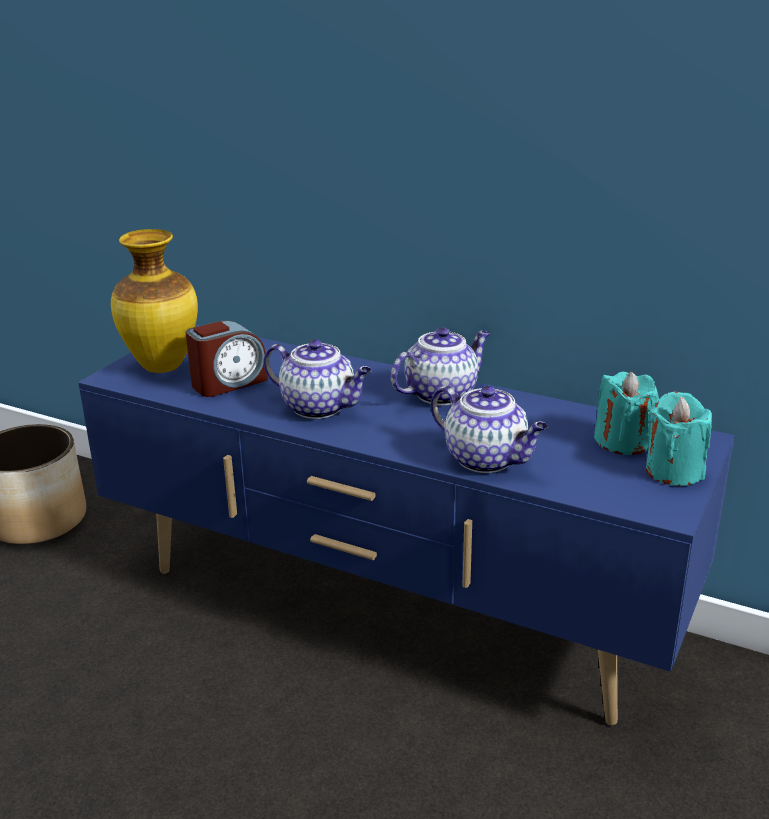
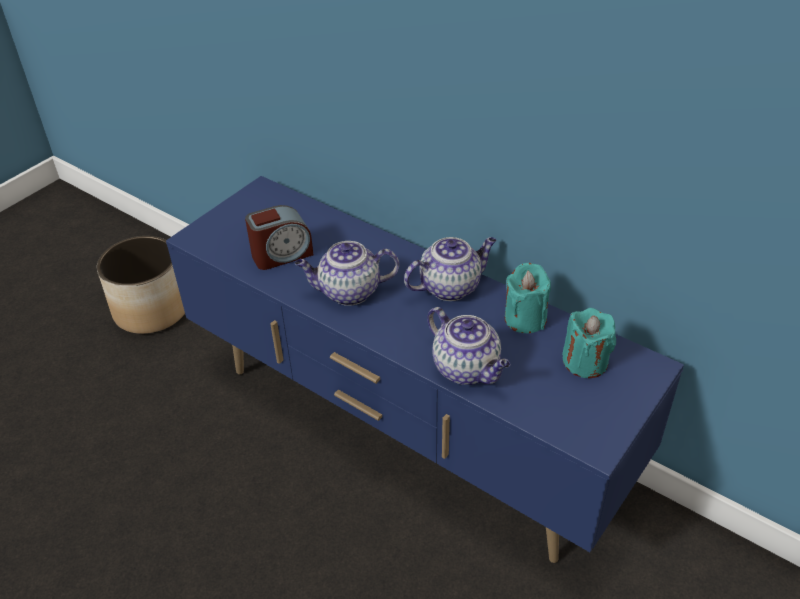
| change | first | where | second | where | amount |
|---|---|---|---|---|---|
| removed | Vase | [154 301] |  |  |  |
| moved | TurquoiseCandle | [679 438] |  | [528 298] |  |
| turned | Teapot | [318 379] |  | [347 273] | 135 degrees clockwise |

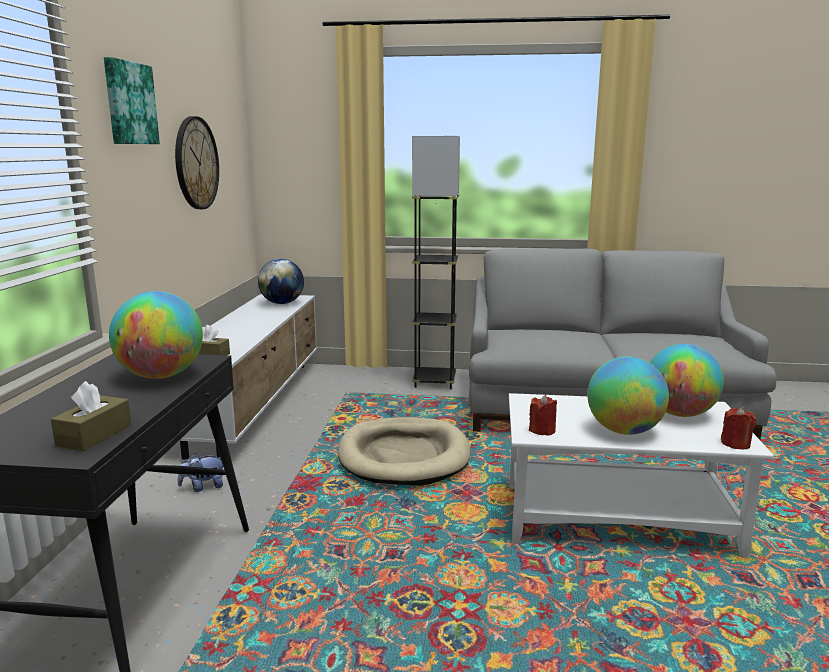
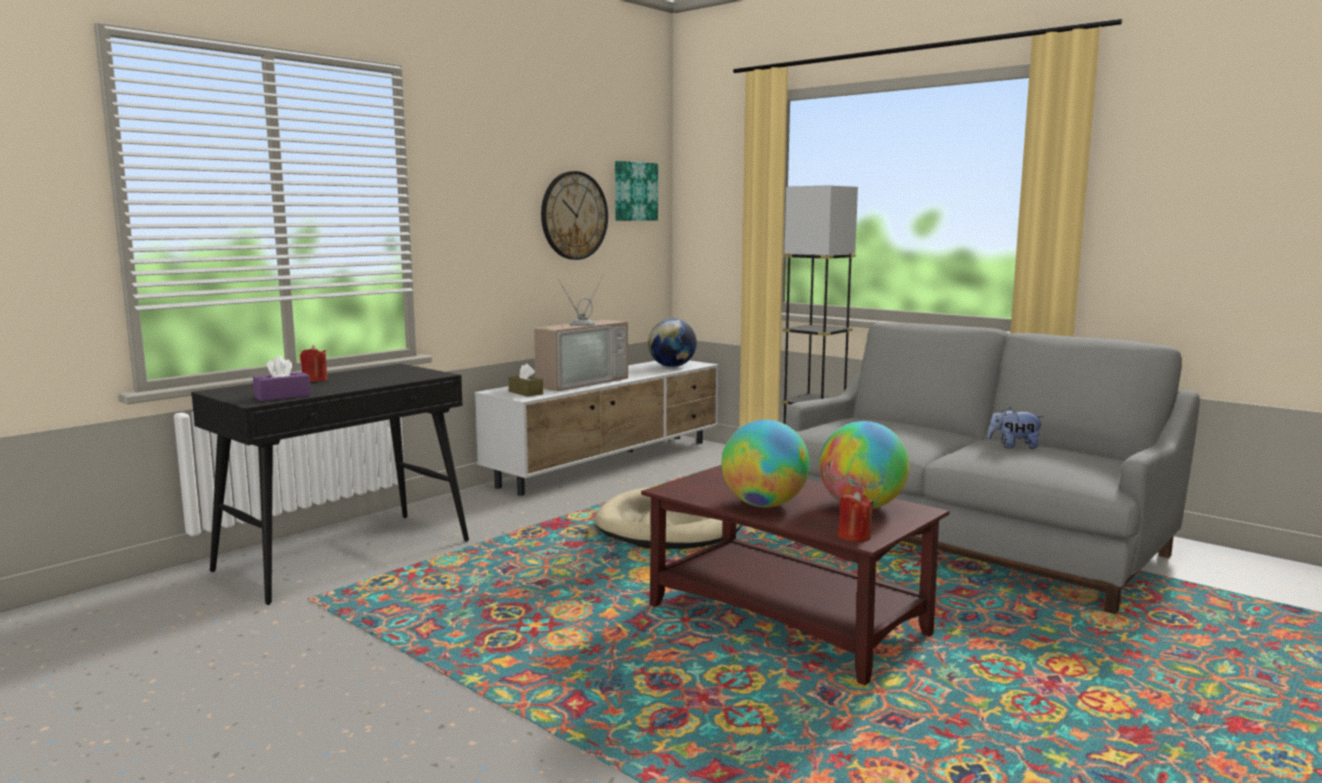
| change | first | where | second | where | amount |
|---|---|---|---|---|---|
| removed | Globe | [156 335] |  |  |  |
| added |  |  | Television | [581 332] |  |
| moved | Picture | [132 100] |  | [636 191] |  |
| moved | PlushToy | [200 472] |  | [1015 428] |  |
| moved | RedCandle | [543 415] |  | [314 363] |  |
| recoloured | BrownTissueBox | [91 416] | PurpleTissueBox | [282 378] |  |
| recoloured | WhiteCoffeeTable | [641 475] | BrownCoffeeTable | [795 575] |  |

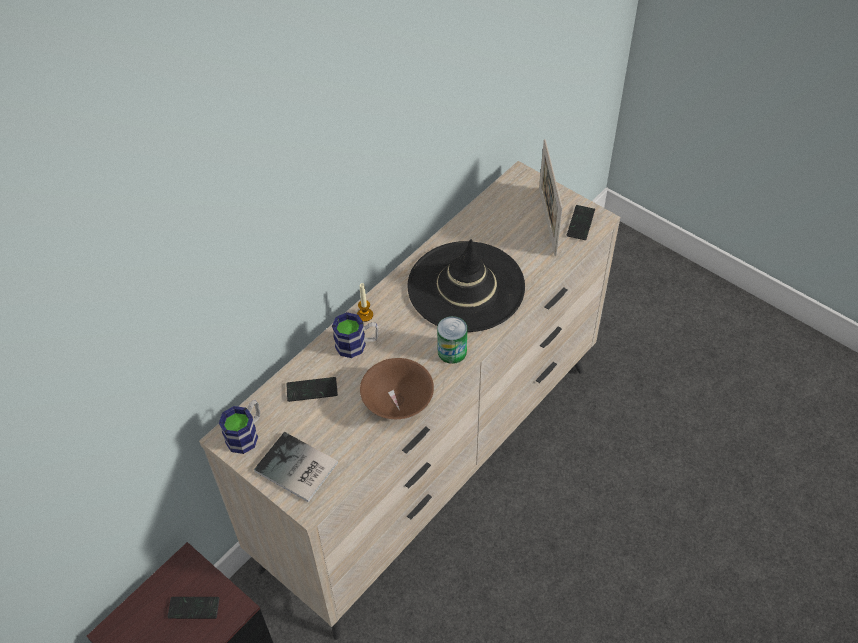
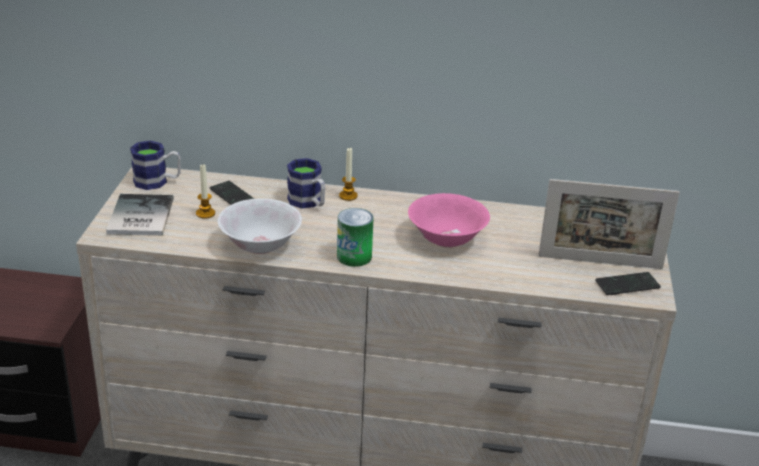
| change | first | where | second | where | amount |
|---|---|---|---|---|---|
| removed | Phone | [193 608] |  |  |  |
| added |  |  | Candle | [205 191] |  |
| replaced | BlackHat | [466 285] | PinkBowl | [449 220] |  |
| recoloured | BrownBowl | [397 388] | WhiteBowl | [260 226] |  |
| turned | PictureFrame | [551 197] |  | [609 224] | 135 degrees counterclockwise |

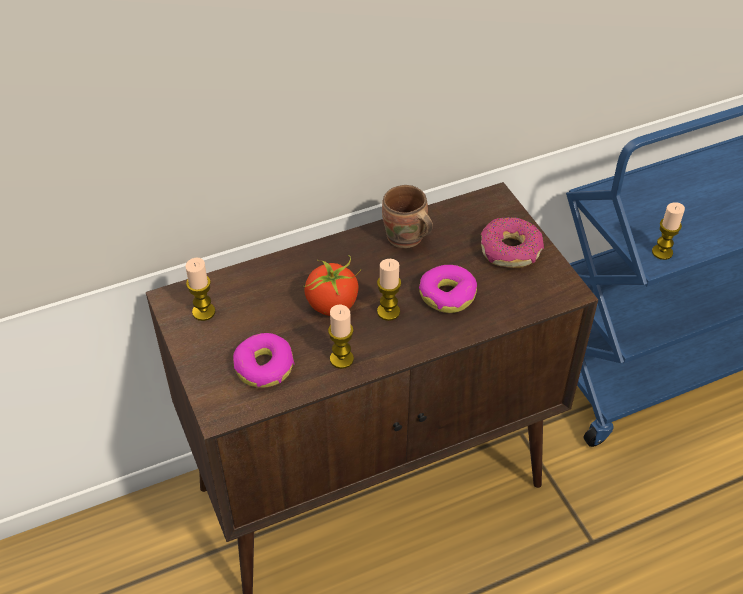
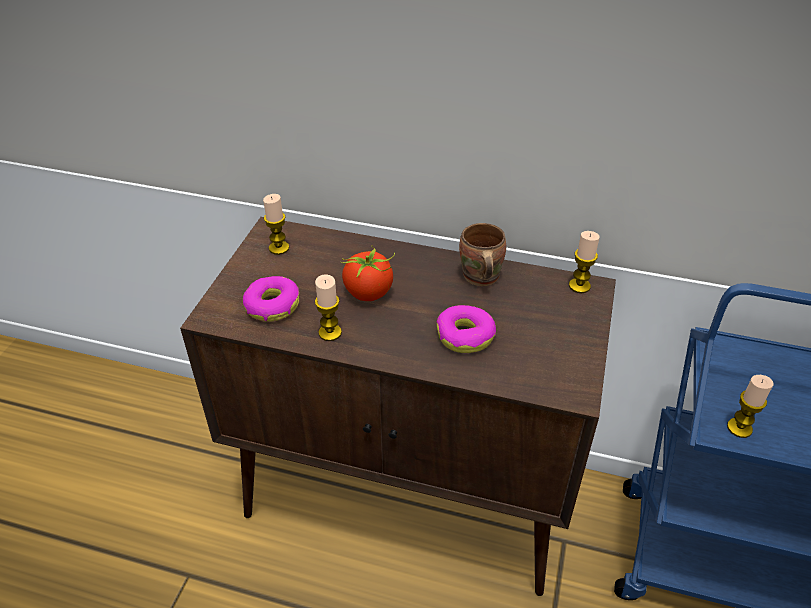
| change | first | where | second | where | amount |
|---|---|---|---|---|---|
| removed | Donut | [512 242] |  |  |  |
| moved | Candle | [389 290] |  | [584 262] |  |

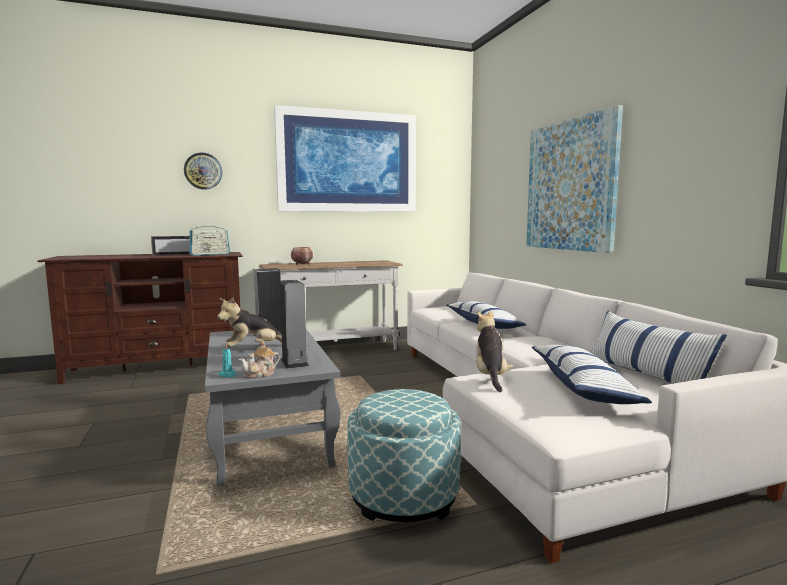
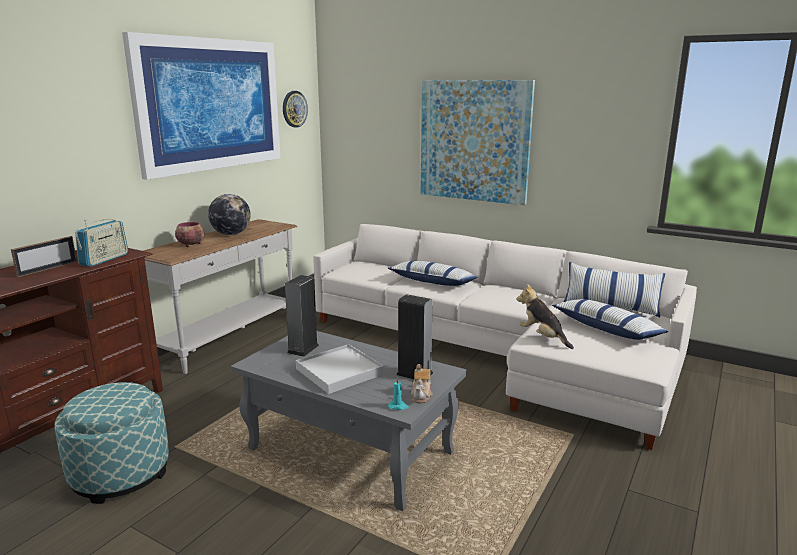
| change | first | where | second | where | amount |
|---|---|---|---|---|---|
| added |  |  | Globe | [229 214] |  |
| moved | WallClock | [203 171] |  | [295 109] |  |
| moved | Ottoman | [404 455] |  | [112 443] |  |
| replaced | PlushToy | [249 322] | WhiteTray | [340 369] |  |

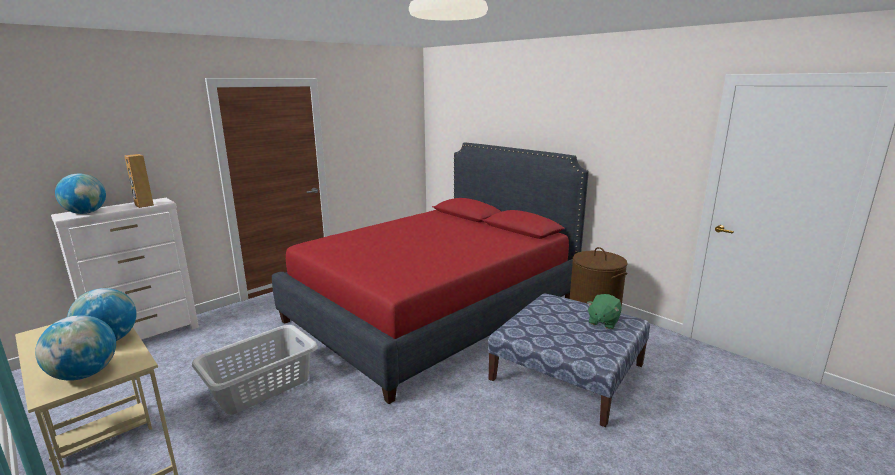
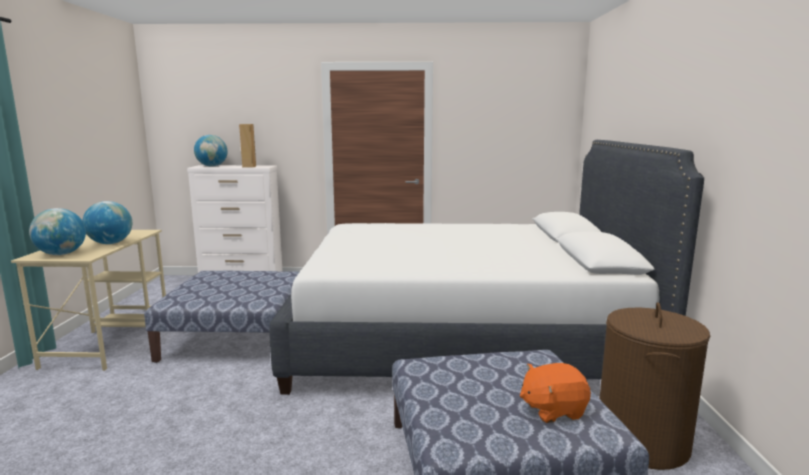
| change | first | where | second | where | amount |
|---|---|---|---|---|---|
| replaced | GreyLaundryBasket | [255 370] | Ottoman | [221 317] |  |
| recoloured | RedBed | [430 273] | WhiteBed | [486 267] |  |
| recoloured | GreenPlushToy | [604 311] | OrangePlushToy | [555 393] |  |

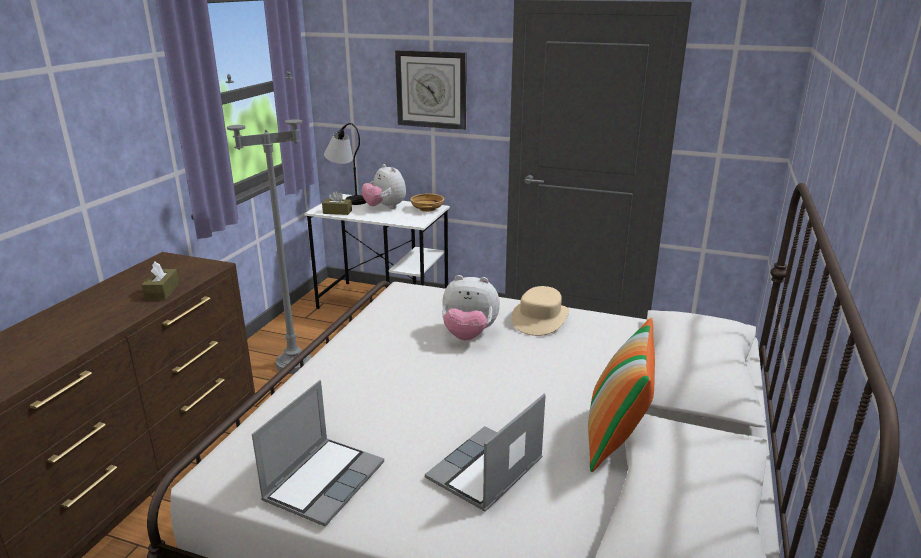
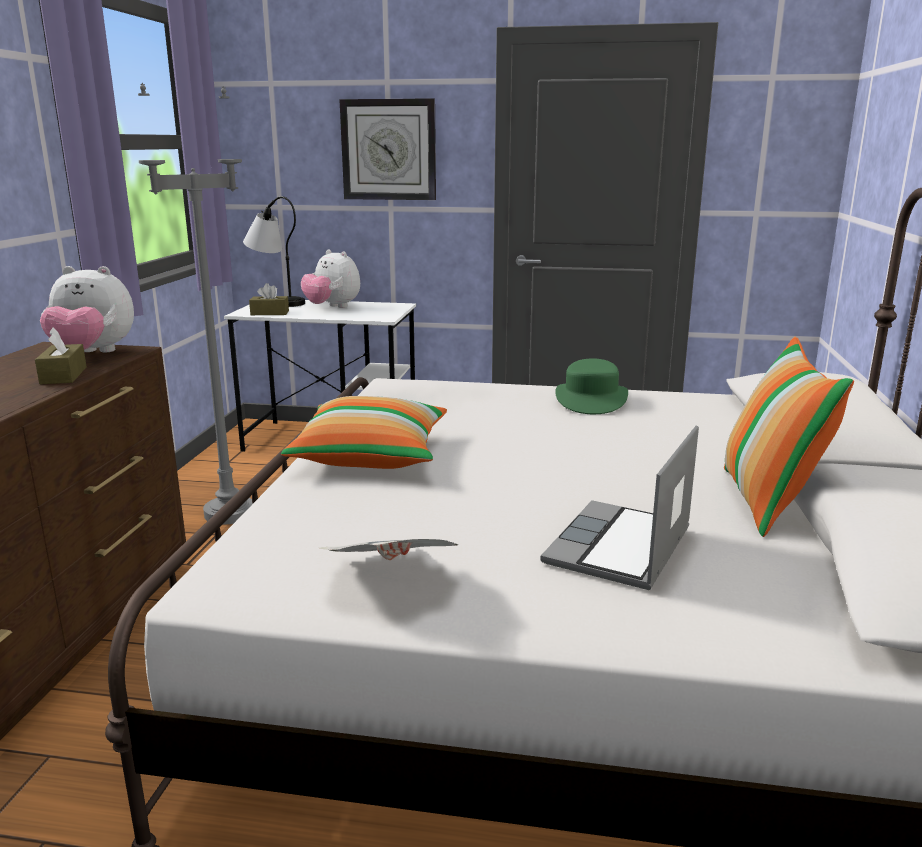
| change | first | where | second | where | amount |
|---|---|---|---|---|---|
| removed | BeigeBowl | [427 203] |  |  |  |
| added |  |  | Pillow | [364 432] |  |
| moved | PlushToy | [471 307] |  | [87 309] |  |
| replaced | Laptop | [318 453] | Newspaper | [389 549] |  |
| recoloured | BeigeHat | [540 311] | GreenHat | [591 386] |  |

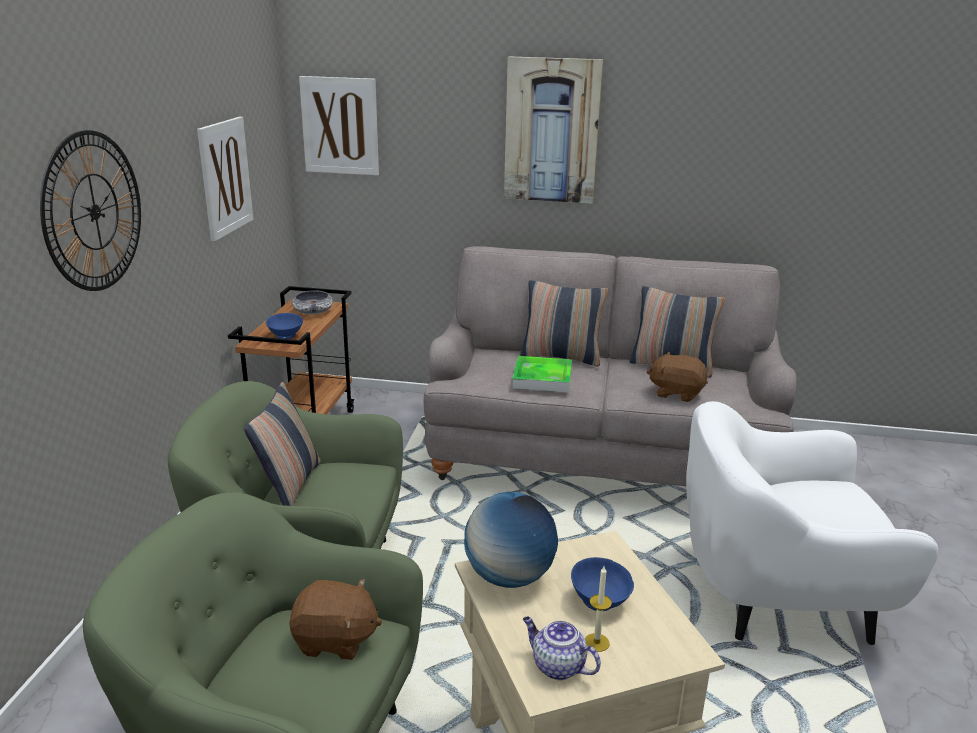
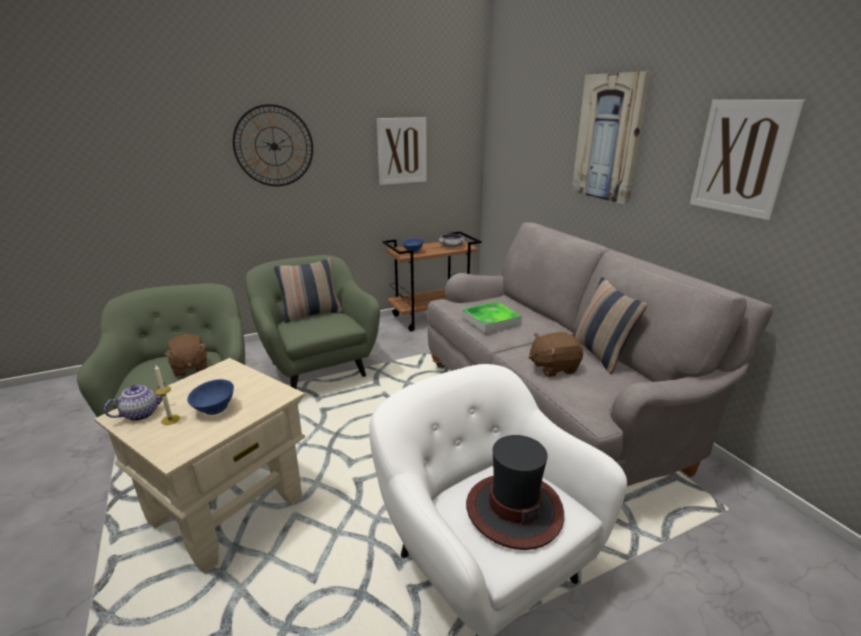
| change | first | where | second | where | amount |
|---|---|---|---|---|---|
| removed | Globe | [511 540] |  |  |  |
| removed | Pillow | [564 323] |  |  |  |
| added |  |  | Hat | [515 492] |  |
| moved | Picture | [339 126] |  | [748 160] |  |
| turned | Teapot | [562 648] |  | [135 401] | 45 degrees clockwise |
| turned | BrownPlushToy | [677 377] |  | [556 354] | 90 degrees counterclockwise |

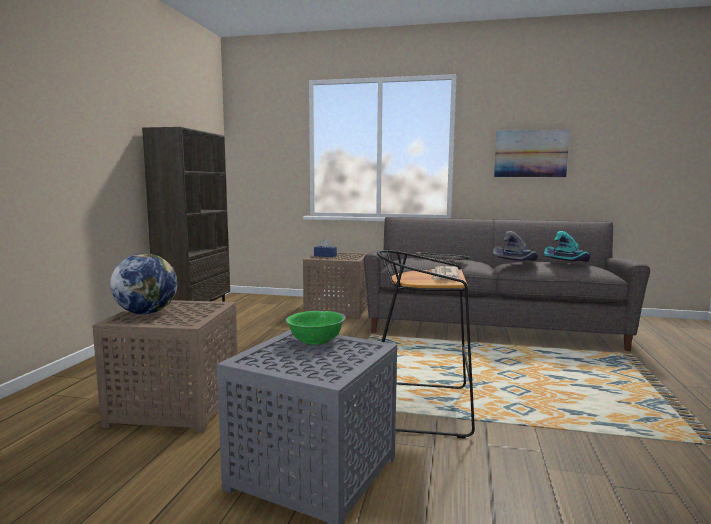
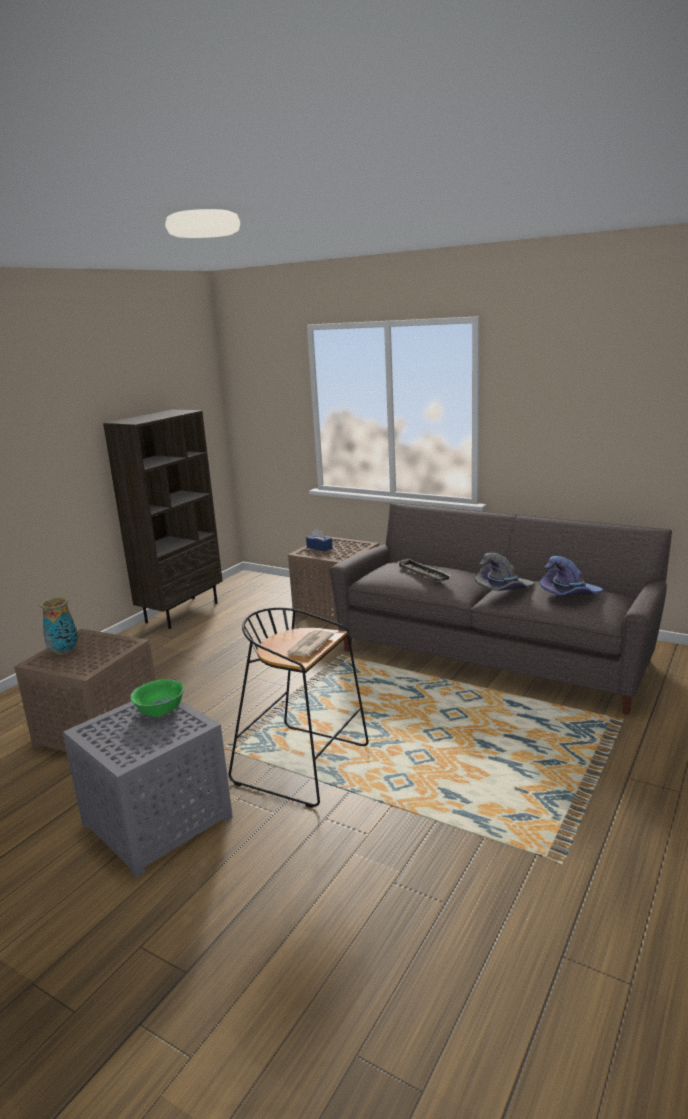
| change | first | where | second | where | amount |
|---|---|---|---|---|---|
| removed | Picture | [532 153] |  |  |  |
| replaced | Globe | [143 283] | Vase | [59 626] |  |
| recoloured | TurquoiseHat | [567 246] | PurpleHat | [572 576] |  |

